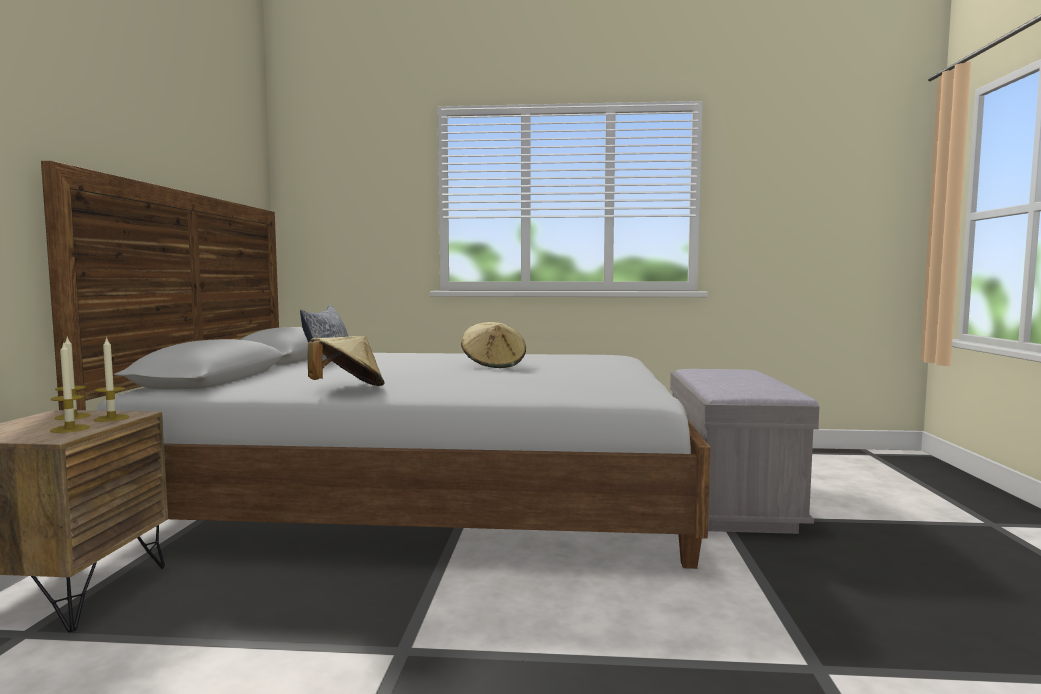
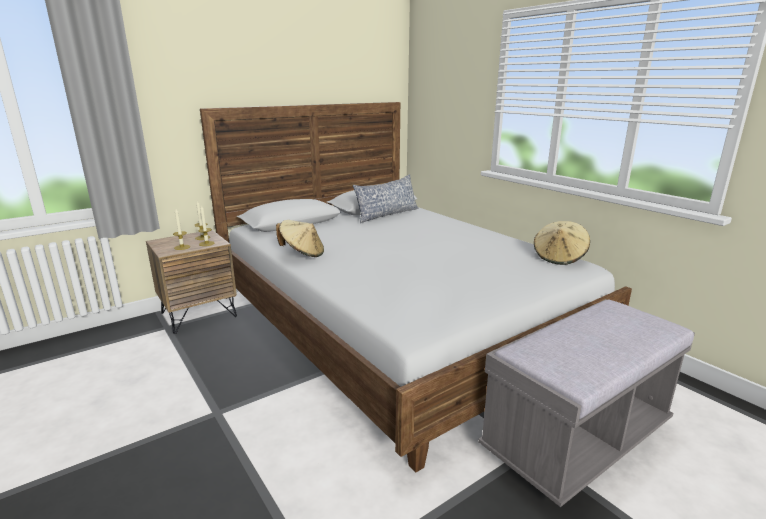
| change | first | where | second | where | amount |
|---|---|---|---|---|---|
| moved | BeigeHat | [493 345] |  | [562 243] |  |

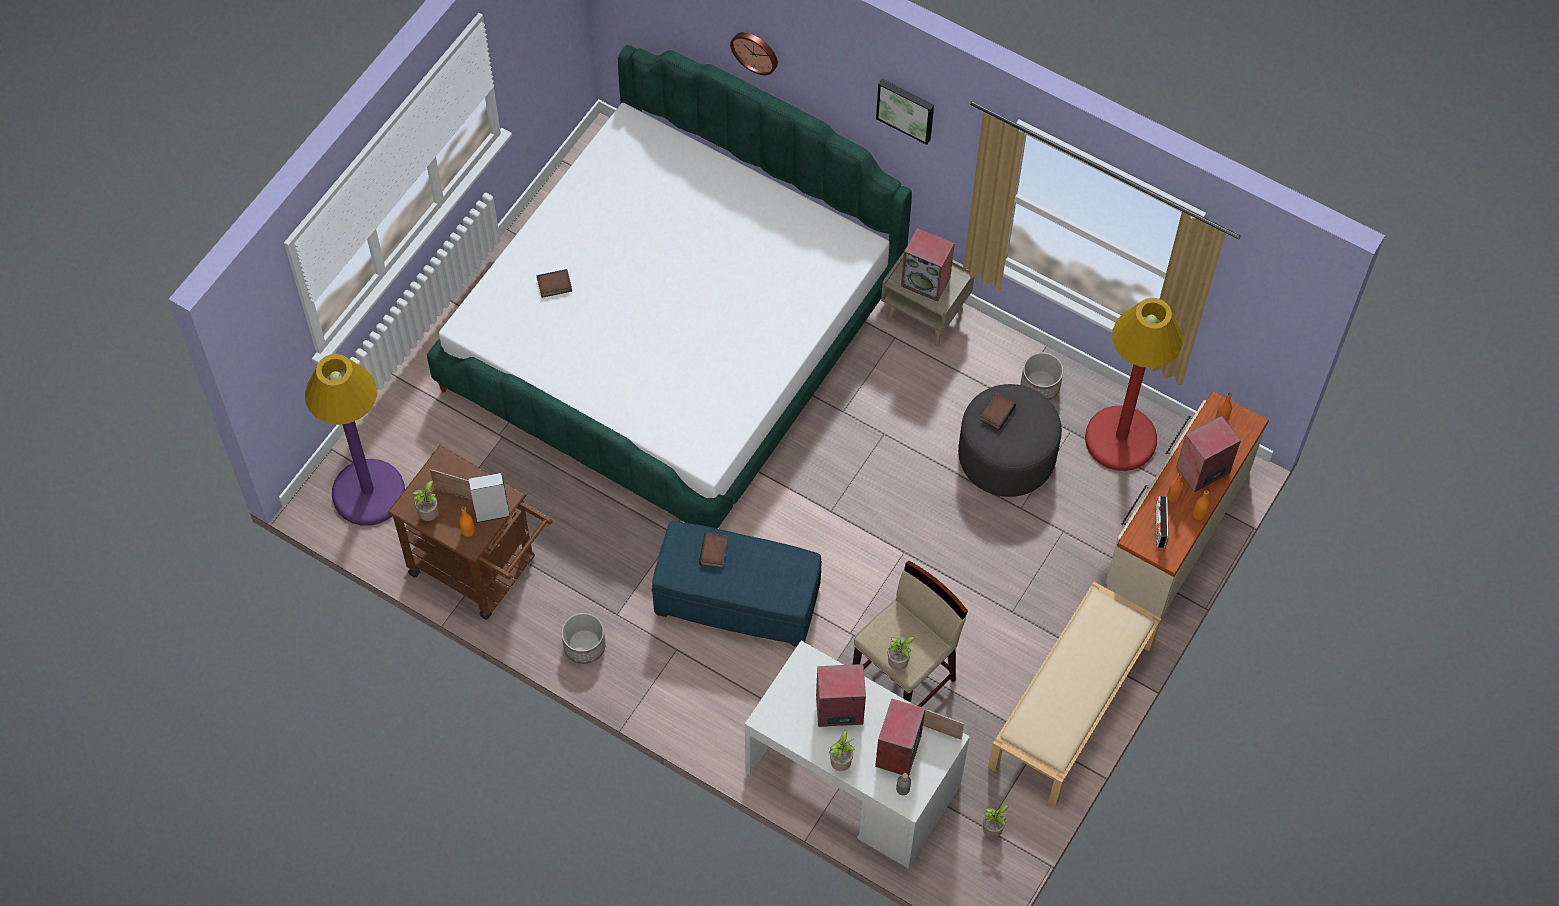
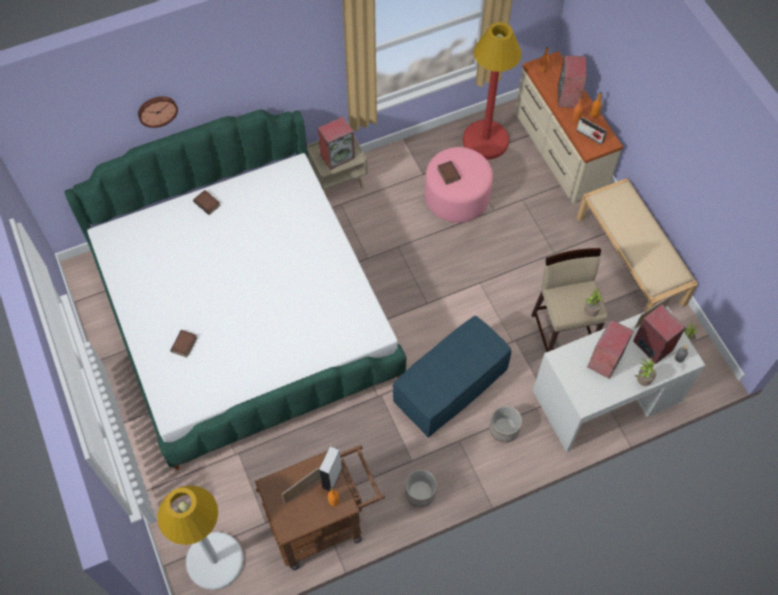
| change | first | where | second | where | amount |
|---|---|---|---|---|---|
| removed | PottedPlant | [425 501] |  |  |  |
| removed | Picture | [905 112] |  |  |  |
| moved | Book | [713 550] |  | [207 202] |  |
| moved | Planter | [1042 376] |  | [505 424] |  |
| recoloured | PurpleFloorLamp | [355 440] | WhiteFloorLamp | [200 537] |  |
| recoloured | GreyOttoman | [1010 440] | PinkOttoman | [459 185] |  |

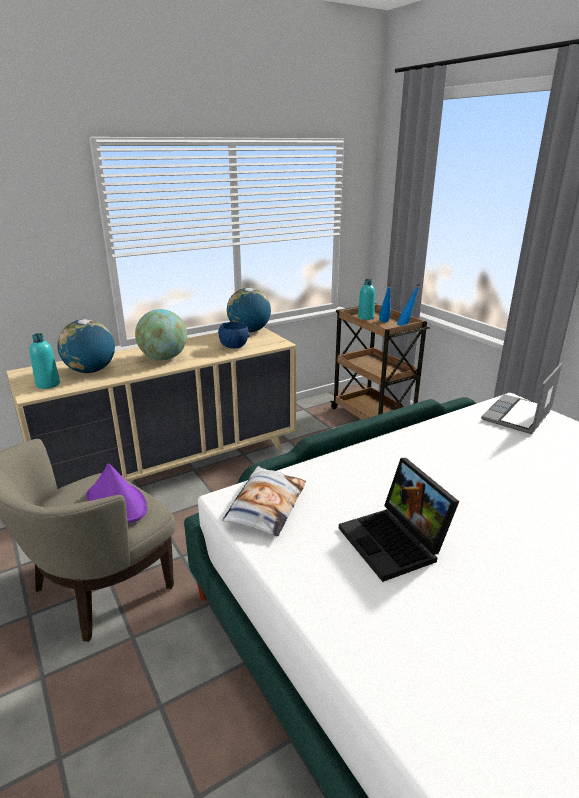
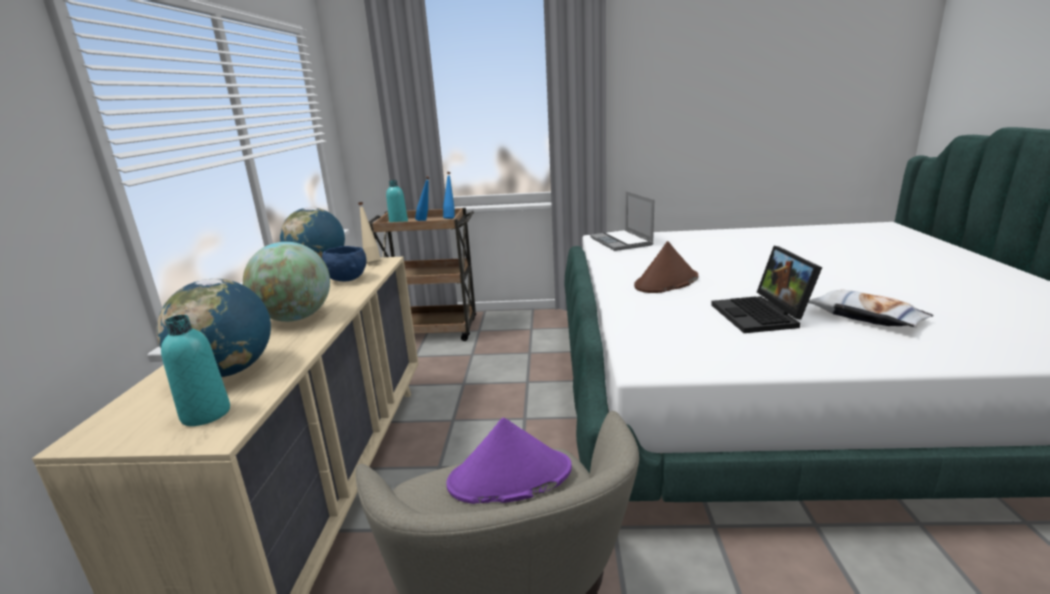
| change | first | where | second | where | amount |
|---|---|---|---|---|---|
| added |  |  | BeigeBottle | [369 232] |  |
| added |  |  | BrownHat | [666 267] |  |
| moved | Pillow | [264 501] |  | [870 308] |  |
| turned | Laptop | [399 520] |  | [766 289] | 75 degrees clockwise |

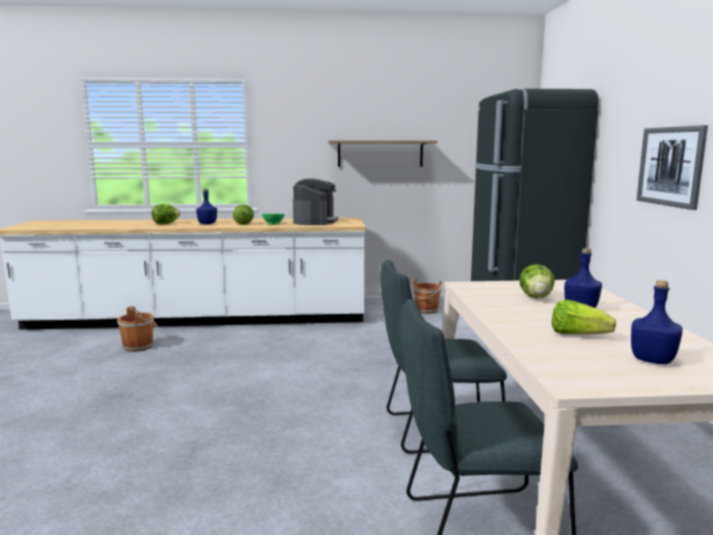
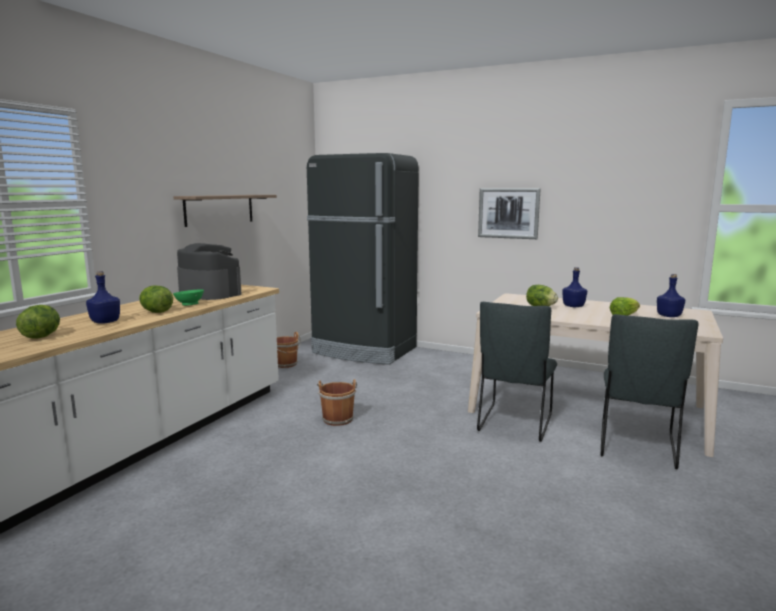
| change | first | where | second | where | amount |
|---|---|---|---|---|---|
| moved | BrownBucket | [137 329] |  | [337 402] |  |

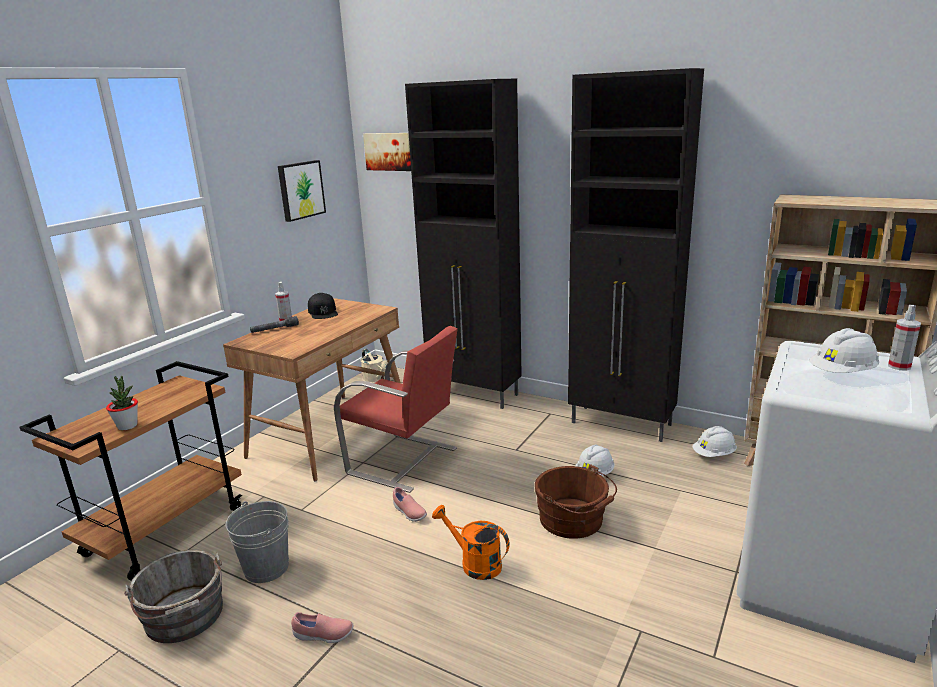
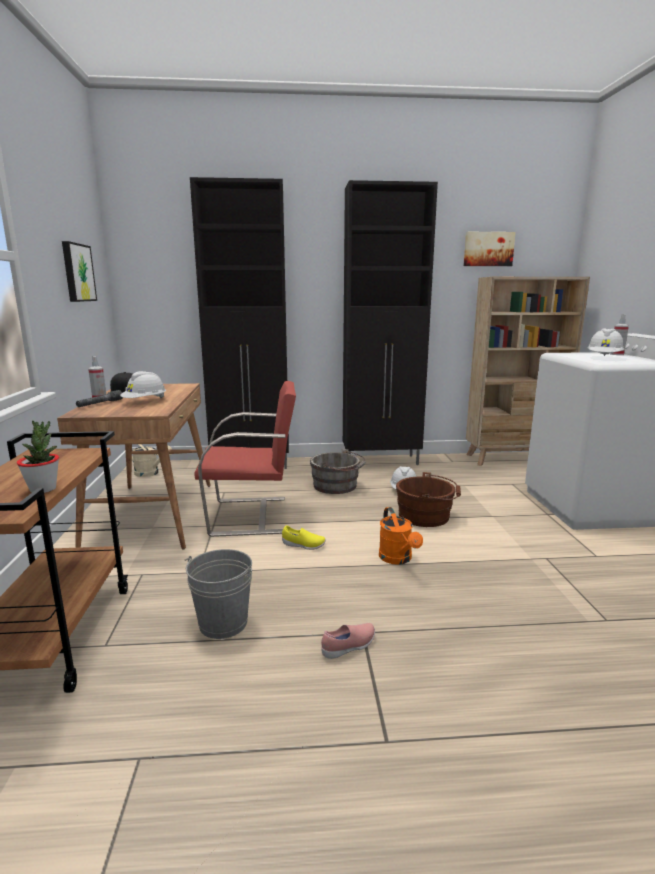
| change | first | where | second | where | amount |
|---|---|---|---|---|---|
| moved | GreyBucket | [173 596] |  | [338 471] |  |
| moved | Picture | [387 152] |  | [489 249] |  |
| moved | WhiteHardHat | [715 441] |  | [143 385] |  |
| recoloured | PinkShoe | [410 504] | YellowShoe | [304 537] |  |
| turned | OrangeWateringCan | [471 542] |  | [401 536] | 105 degrees counterclockwise |

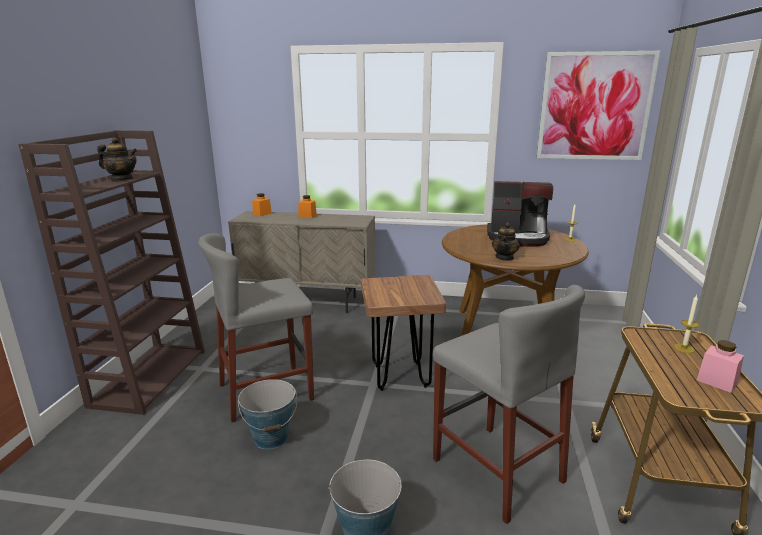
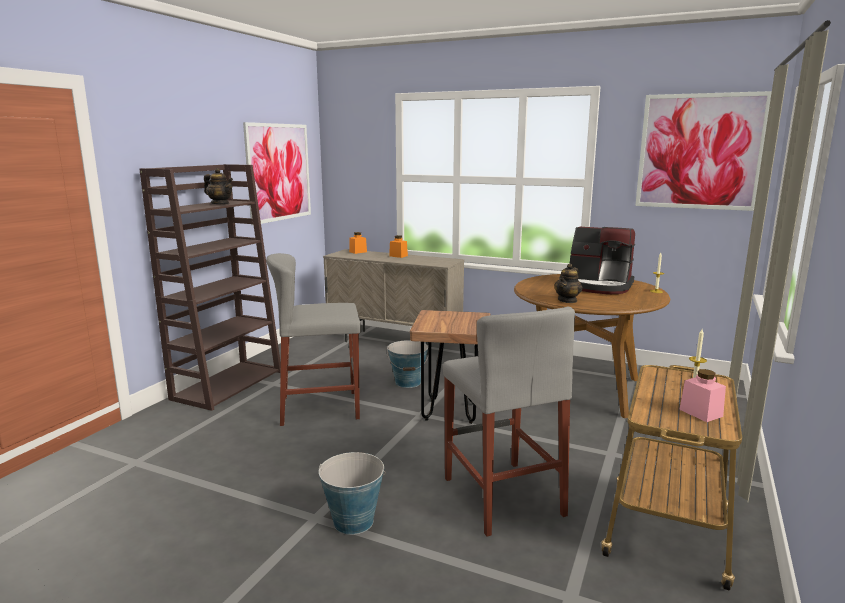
| change | first | where | second | where | amount |
|---|---|---|---|---|---|
| added |  |  | Picture | [277 173] |  |
| moved | Bucket | [267 414] |  | [408 364] |  |

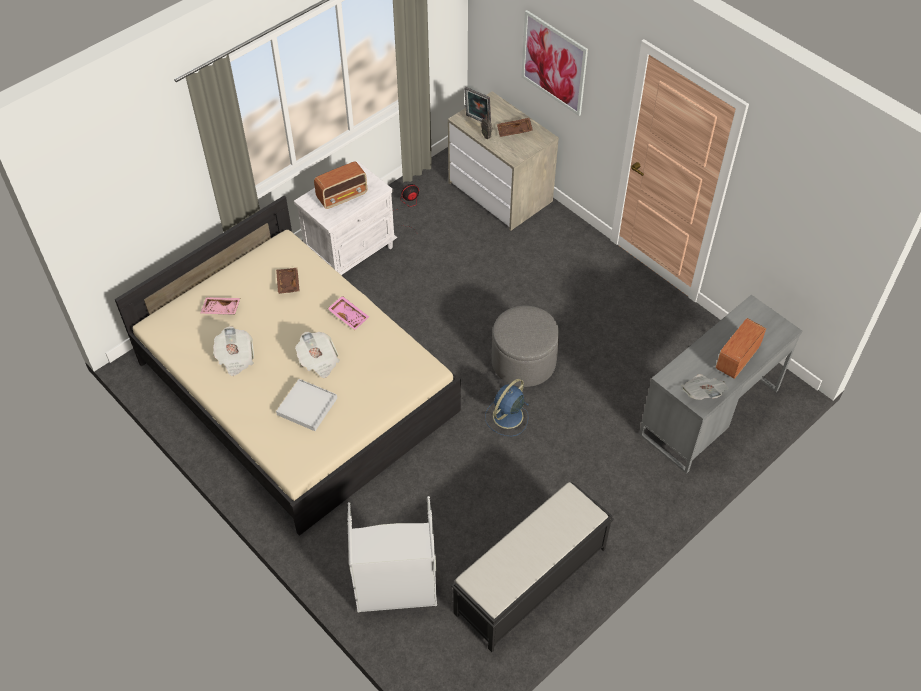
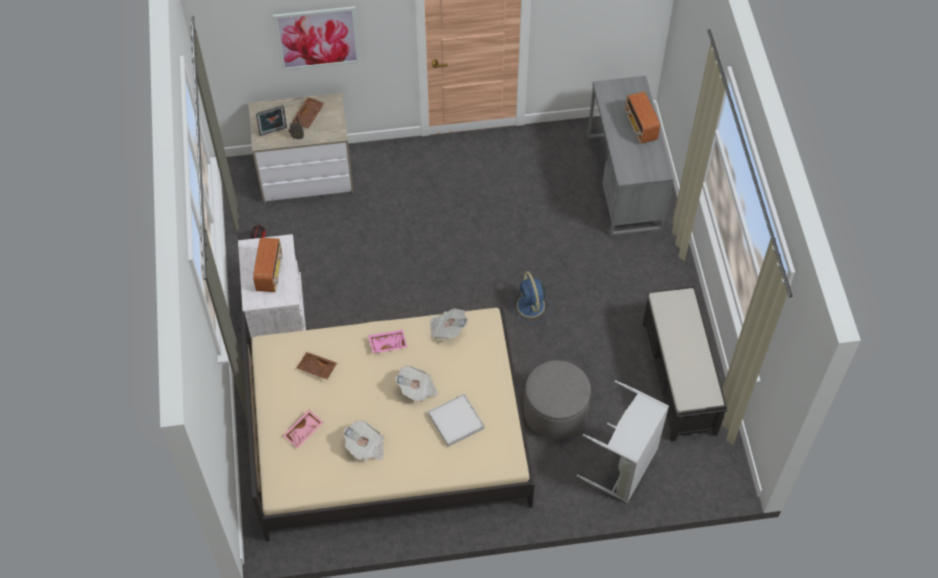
| change | first | where | second | where | amount |
|---|---|---|---|---|---|
| moved | GreyOttoman | [526 346] |  | [557 400] |  |
| moved | Newspaper | [705 387] |  | [449 324] |  |

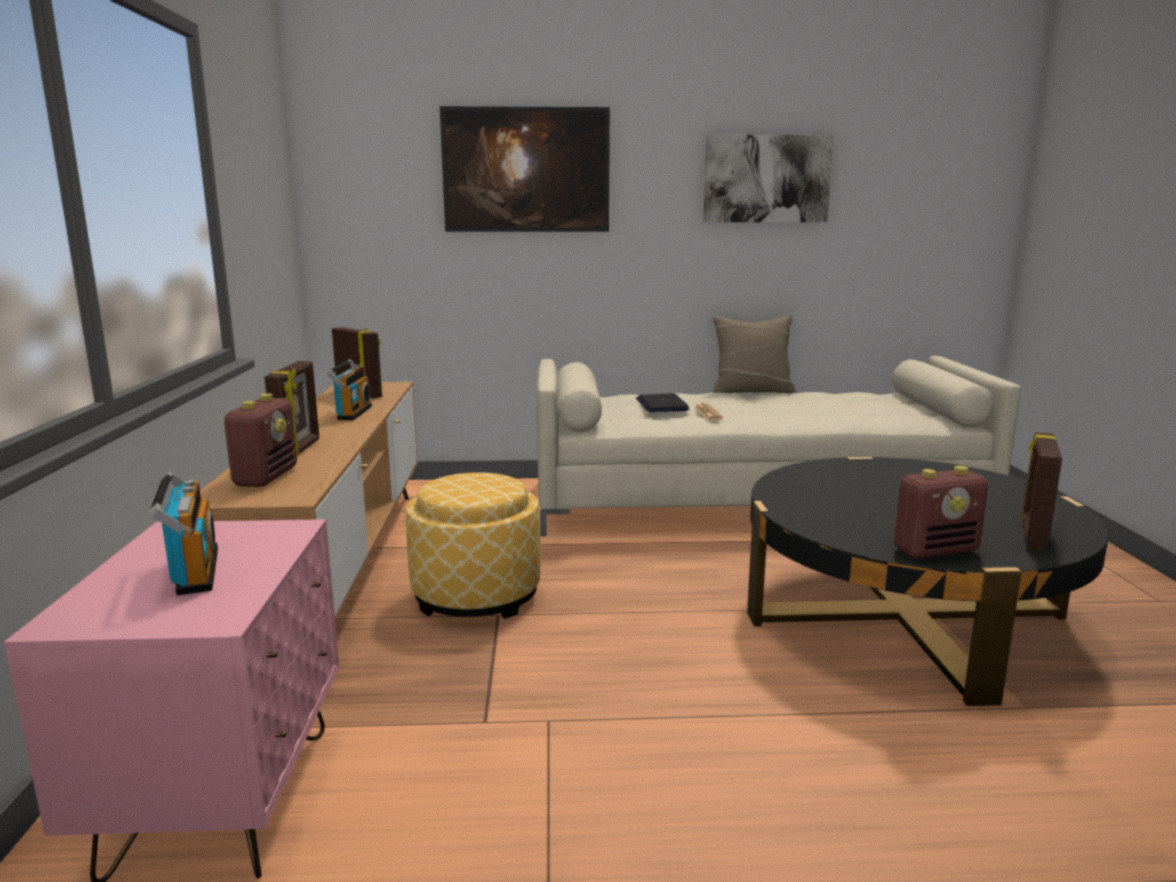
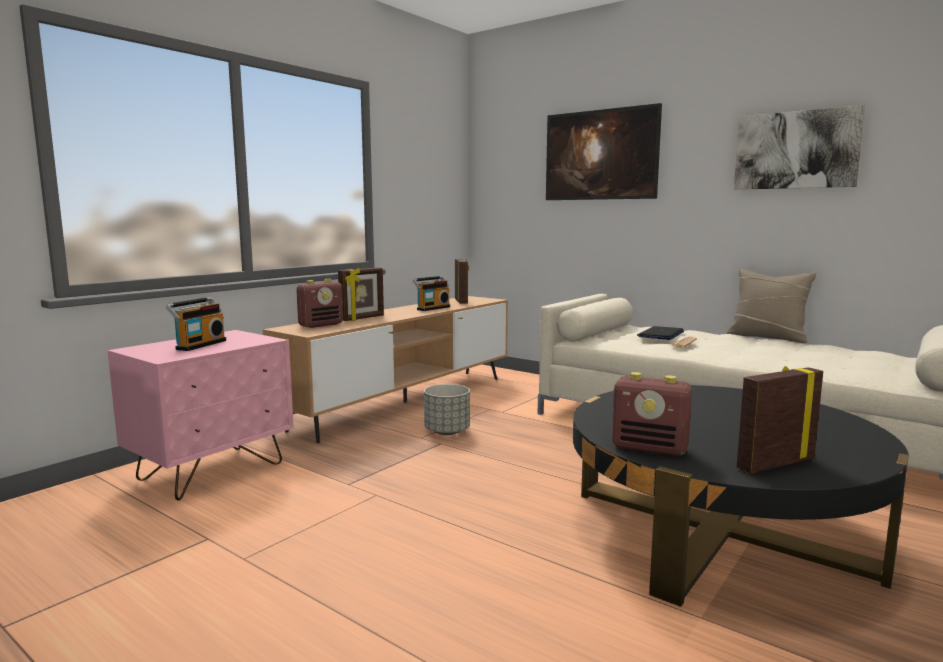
| change | first | where | second | where | amount |
|---|---|---|---|---|---|
| replaced | Ottoman | [473 545] | GreyPlanter | [447 409] |  |

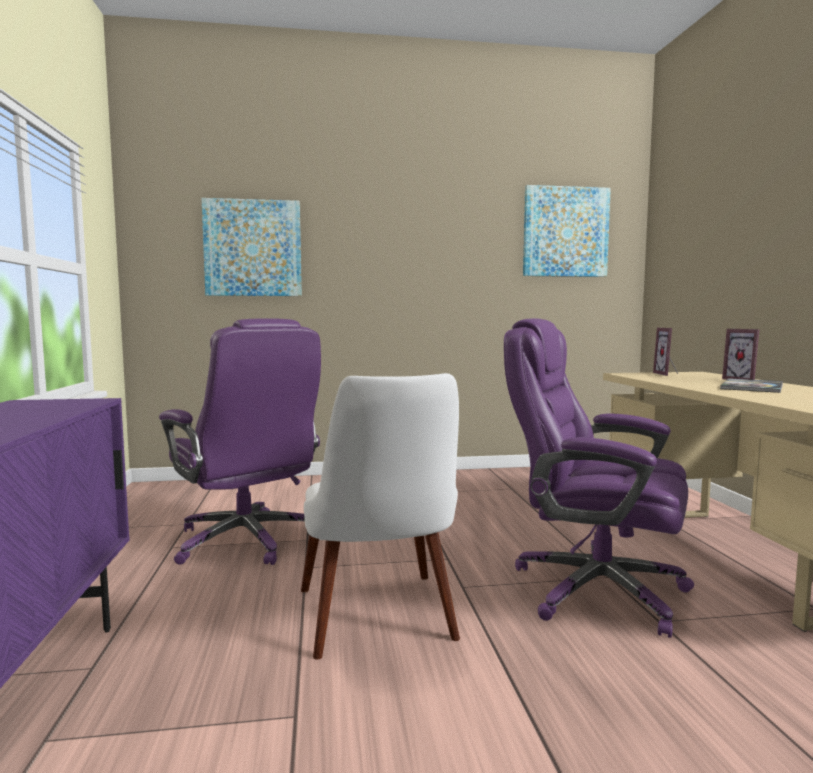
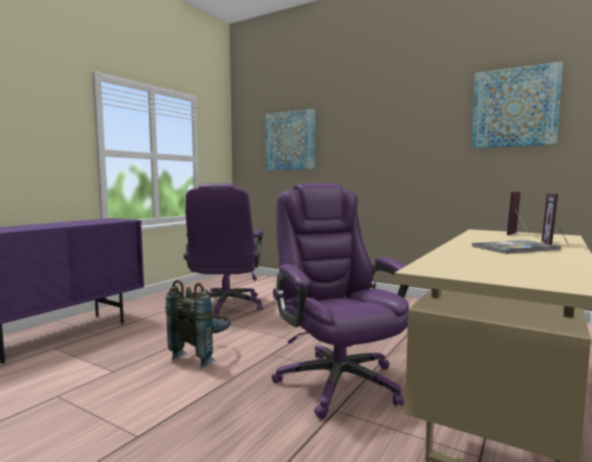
| change | first | where | second | where | amount |
|---|---|---|---|---|---|
| replaced | WhiteChair | [380 516] | GreyBackpack | [198 324] |  |

